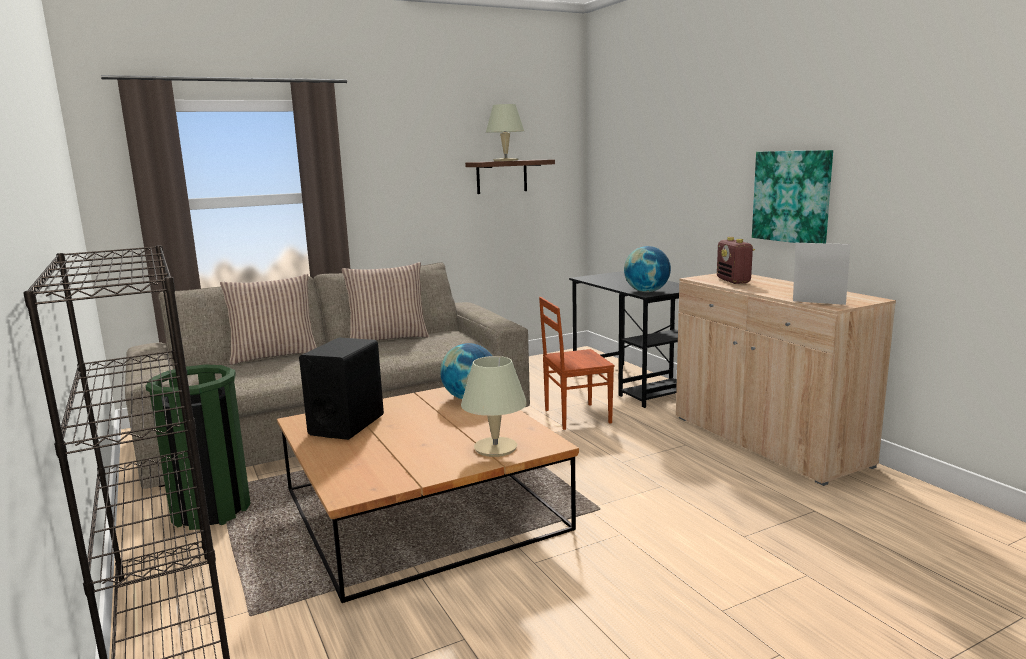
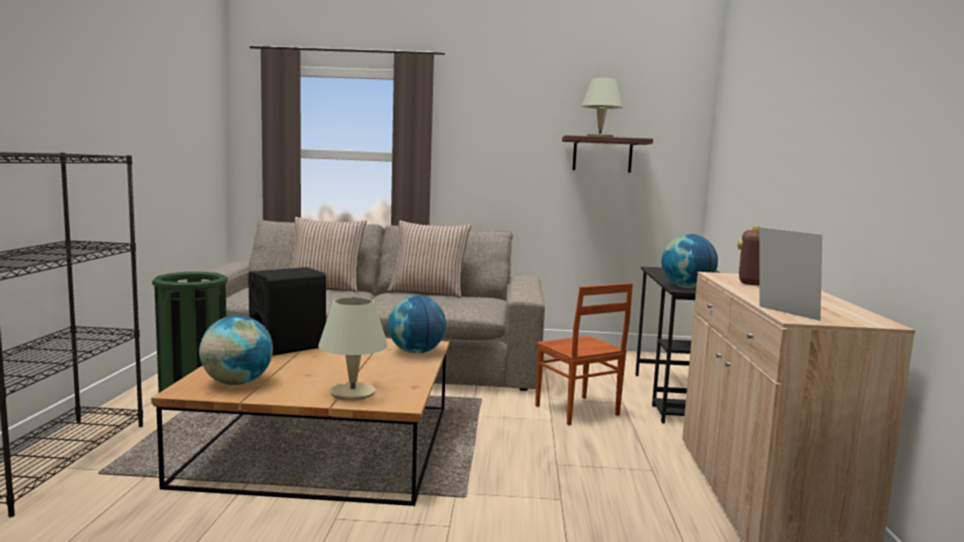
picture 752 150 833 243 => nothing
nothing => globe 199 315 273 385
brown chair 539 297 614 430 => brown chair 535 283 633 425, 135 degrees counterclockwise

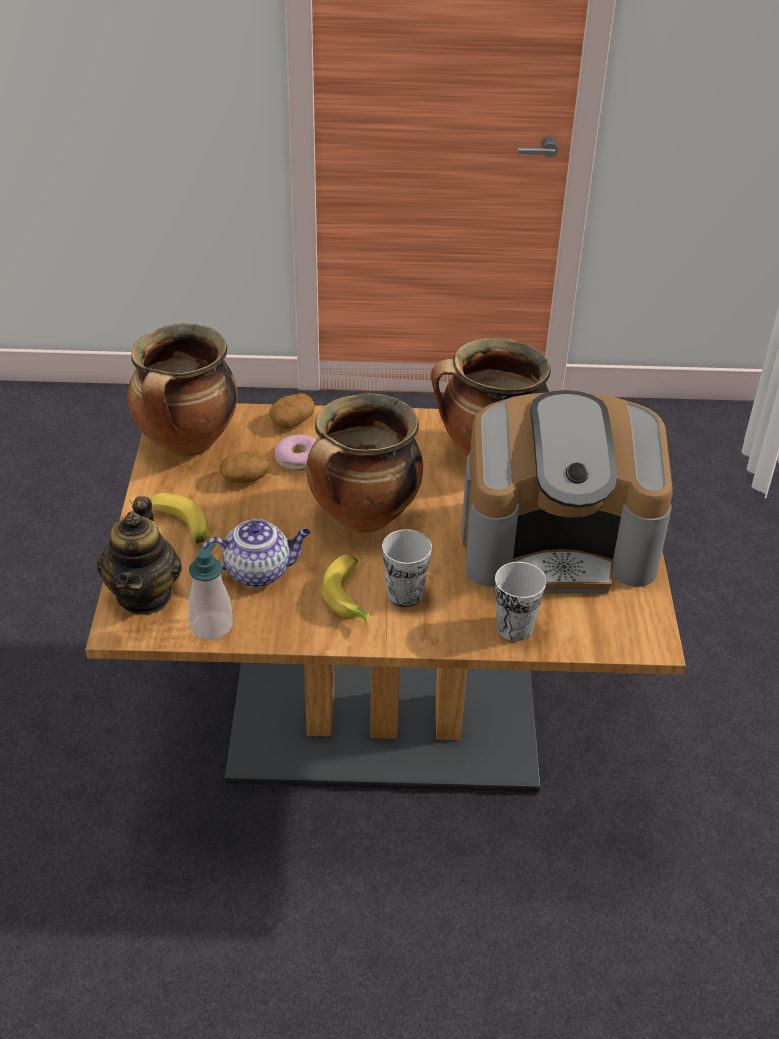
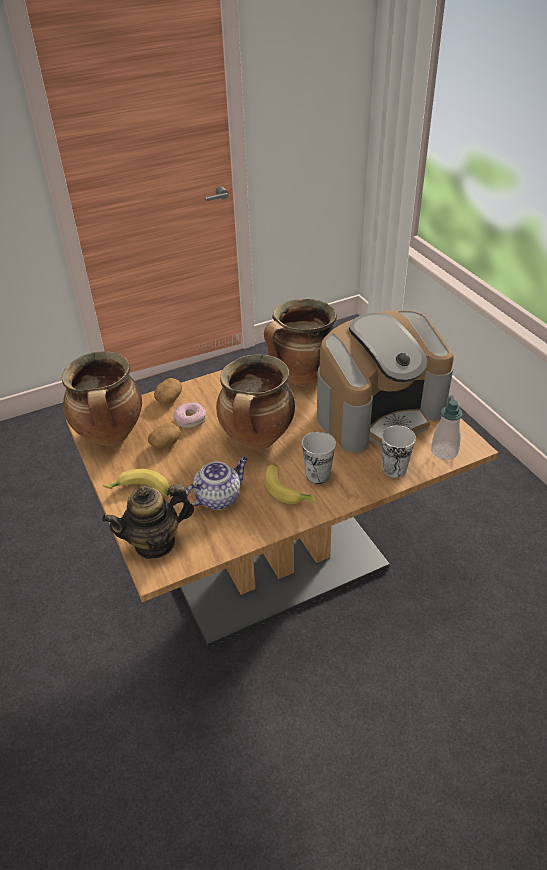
soap dispenser 189 543 233 640 => soap dispenser 431 395 463 460, move
teapot 97 496 182 614 => teapot 102 484 194 559, 90 degrees clockwise

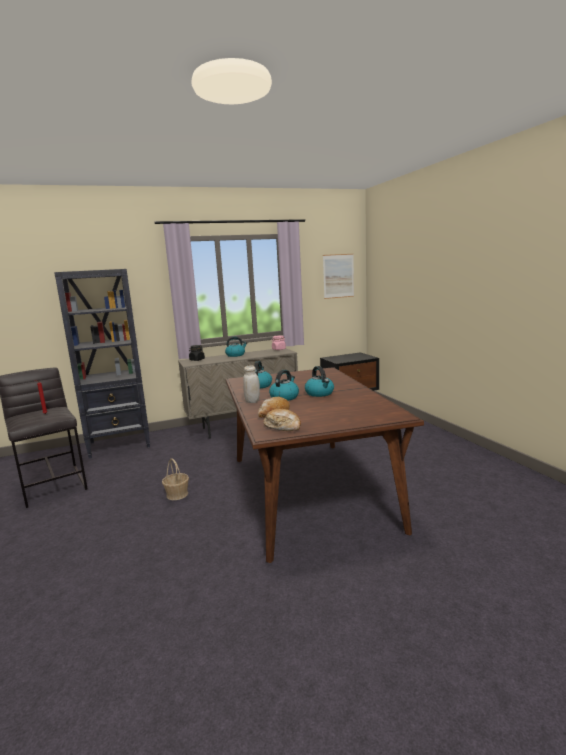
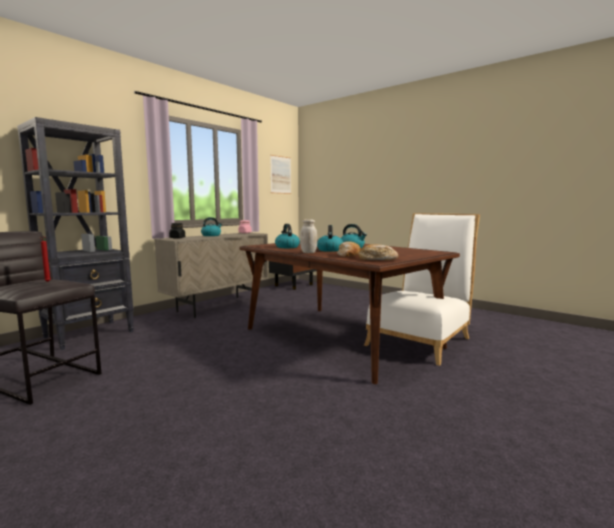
basket 162 458 189 500 => nothing
nothing => white chair 364 213 480 366

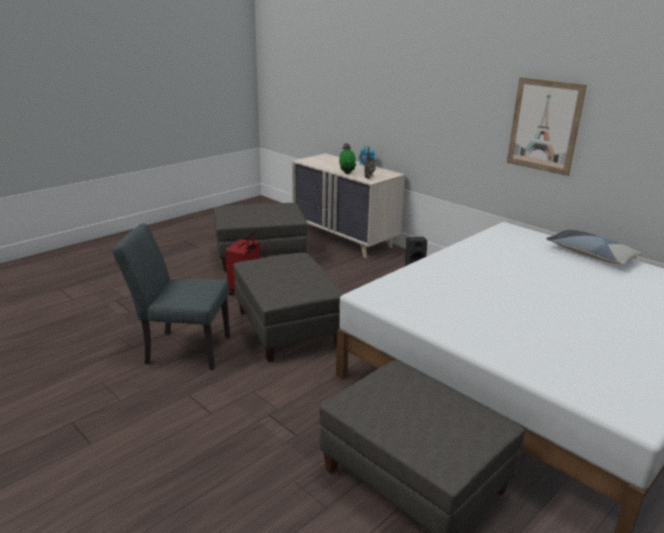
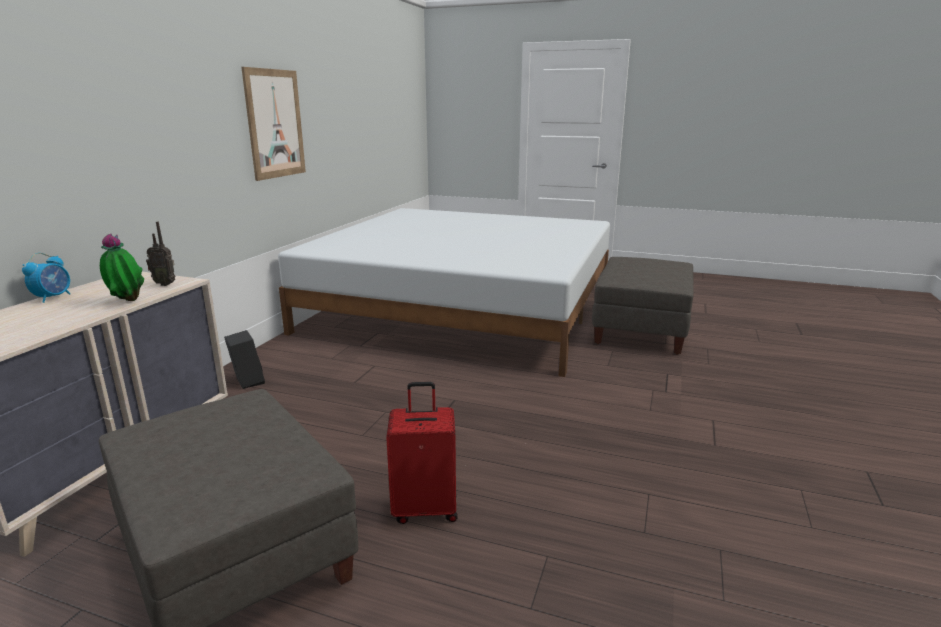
grey chair 112 223 230 370 => nothing
grey ottoman 233 253 345 362 => nothing
pillow 546 230 642 265 => nothing

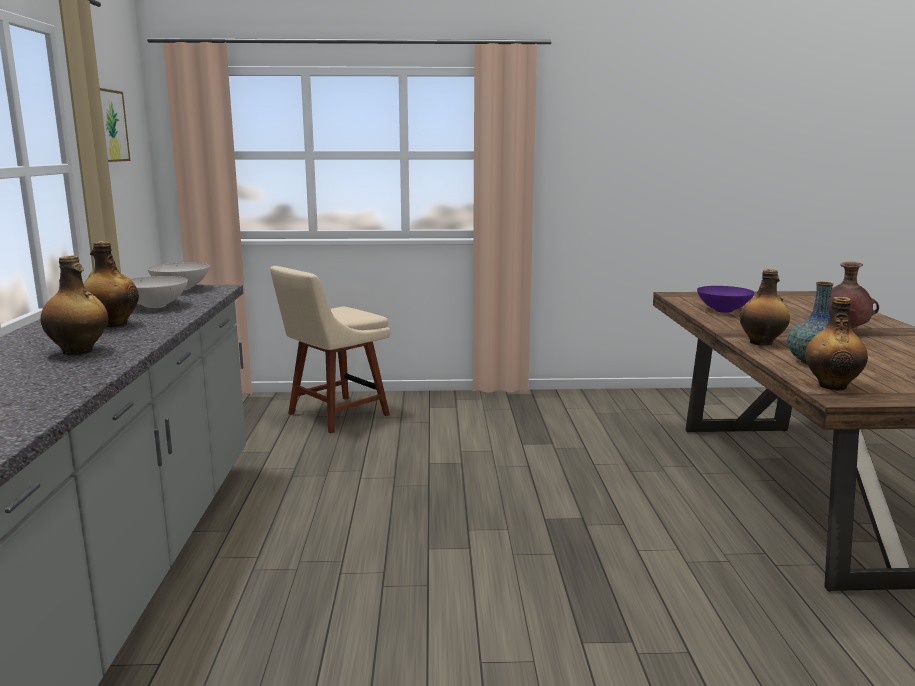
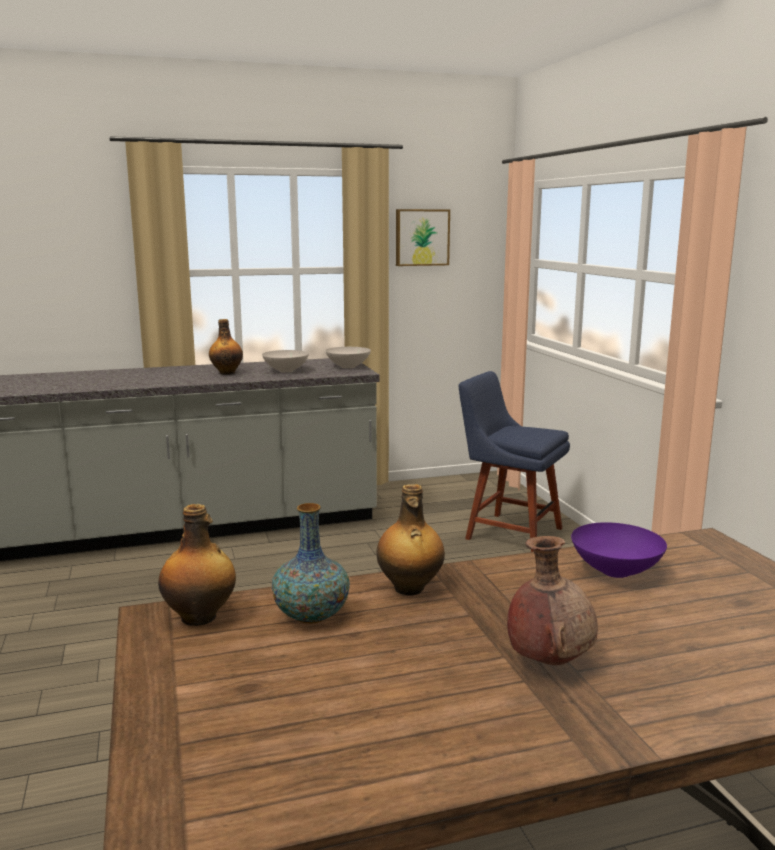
bottle 41 256 108 355 => nothing
beige chair 270 266 391 434 => blue chair 459 371 570 552

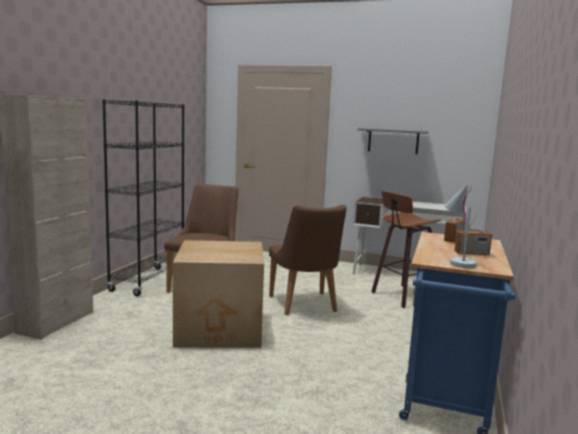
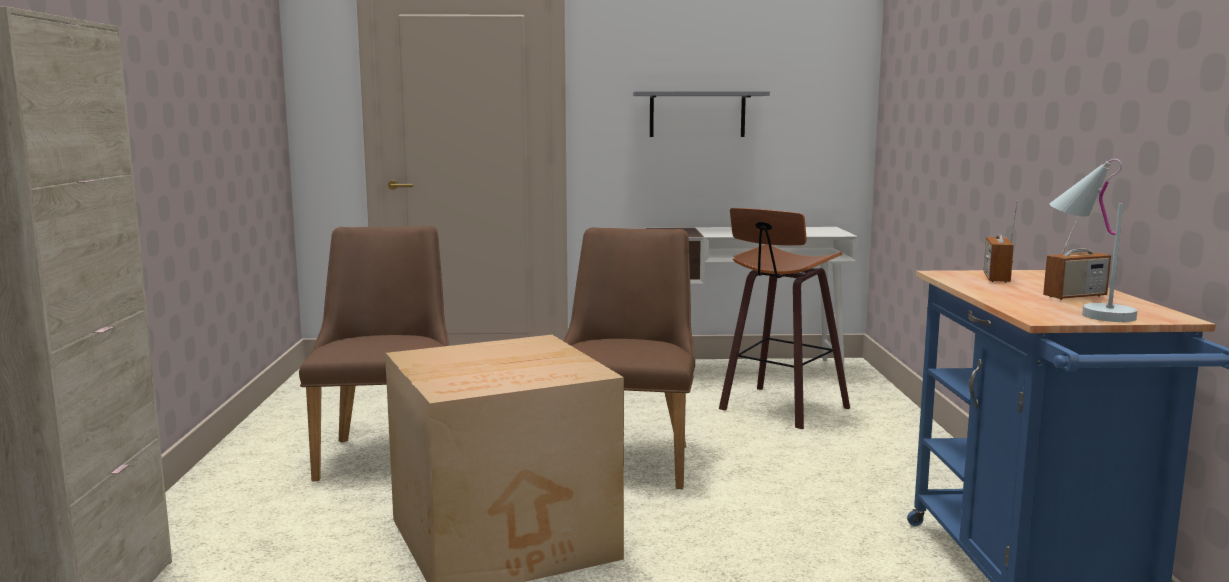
black bookcase 102 99 184 296 => nothing
brown chair 269 205 347 315 => brown chair 564 227 695 489, 135 degrees counterclockwise

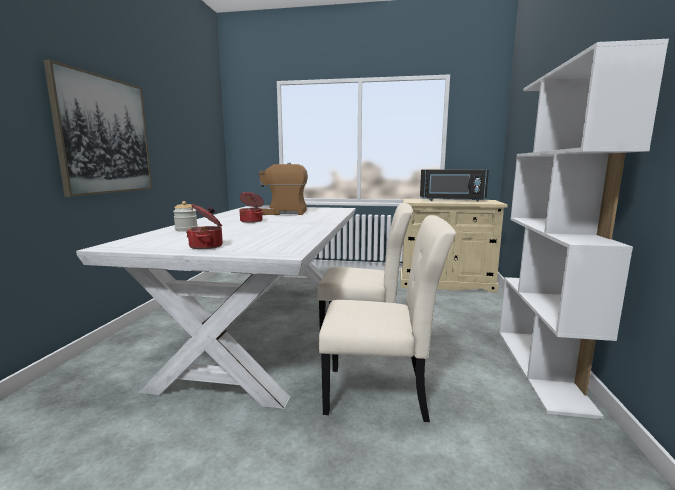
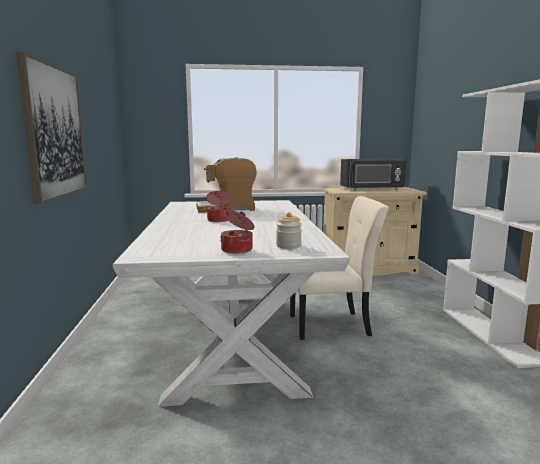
beige chair 319 215 456 422 => nothing
jar 173 201 198 232 => jar 276 212 302 249, move

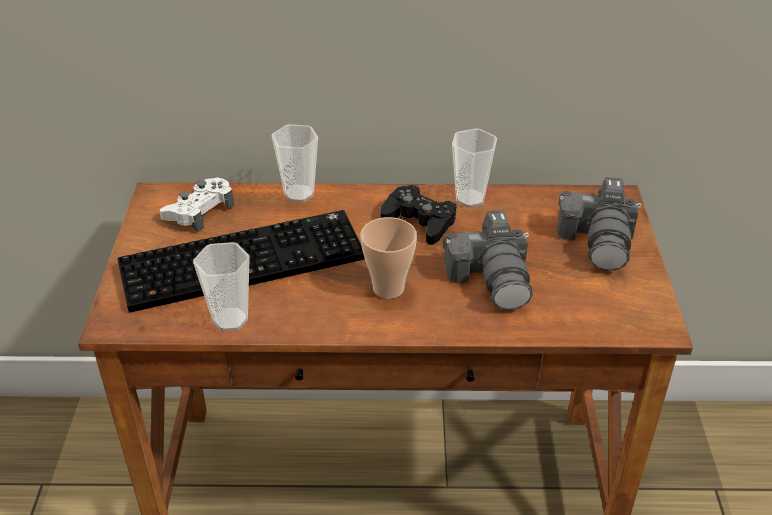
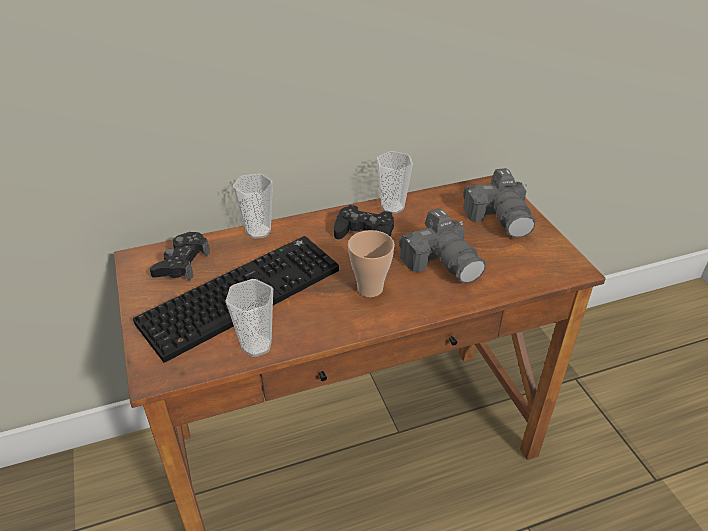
white game controller 159 177 234 232 => black game controller 150 232 210 281

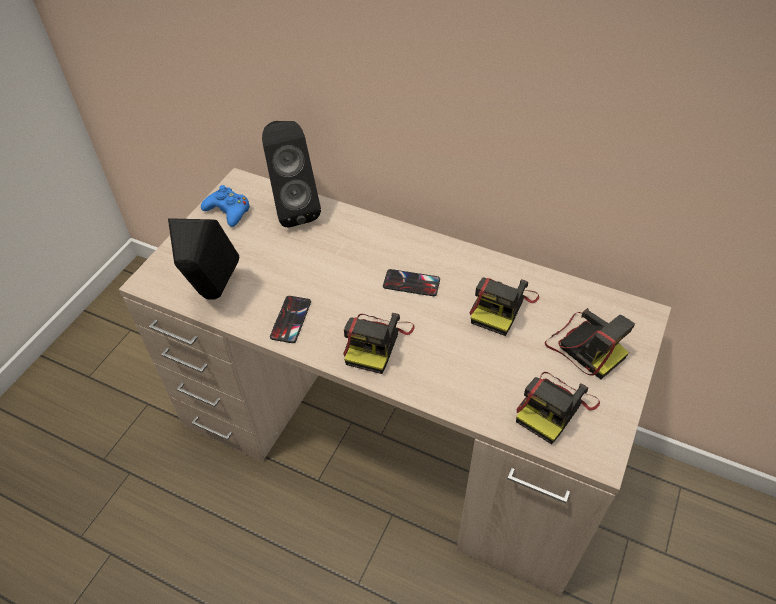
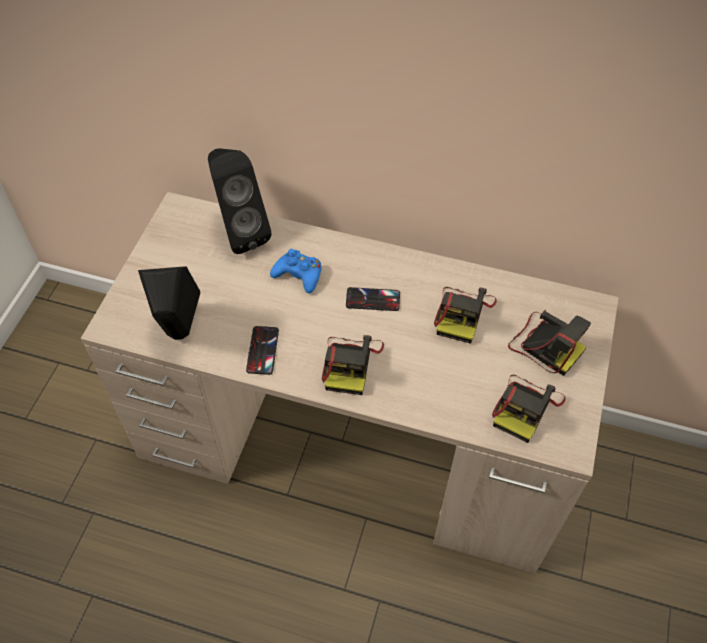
blue game controller 201 185 250 227 => blue game controller 270 249 322 293, move

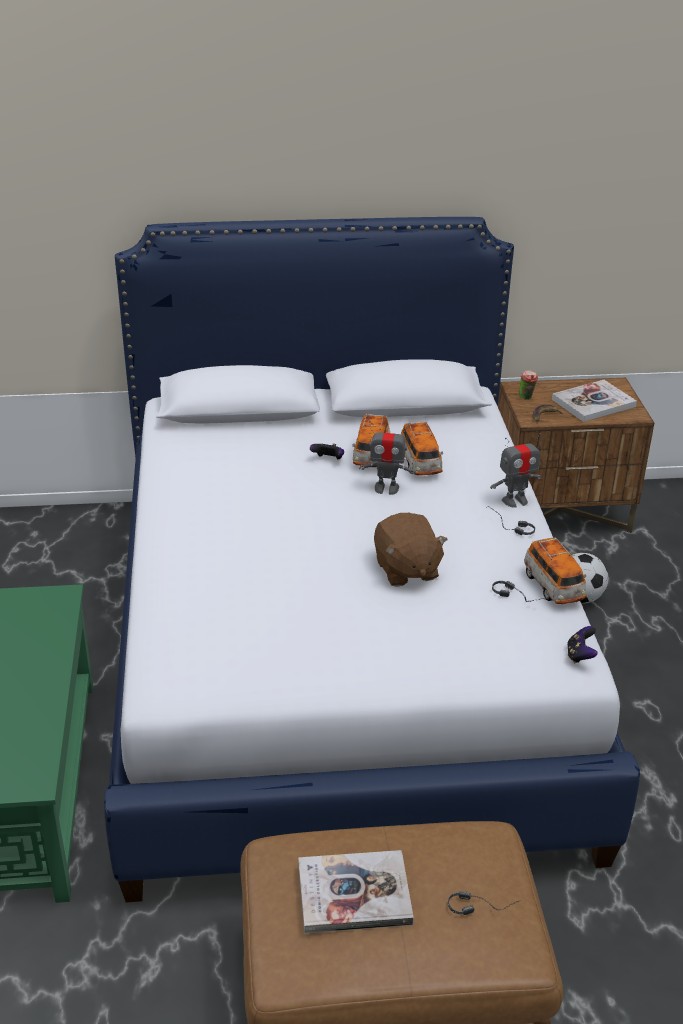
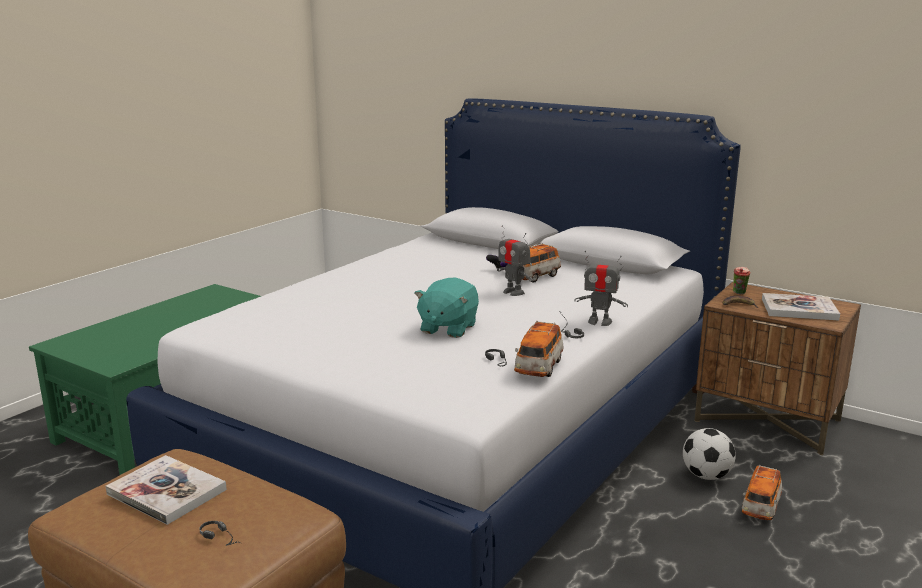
game controller 567 626 597 663 => nothing
toy car 401 421 443 475 => toy car 742 465 782 520, move
brown plush toy 374 513 448 587 => turquoise plush toy 414 277 479 338

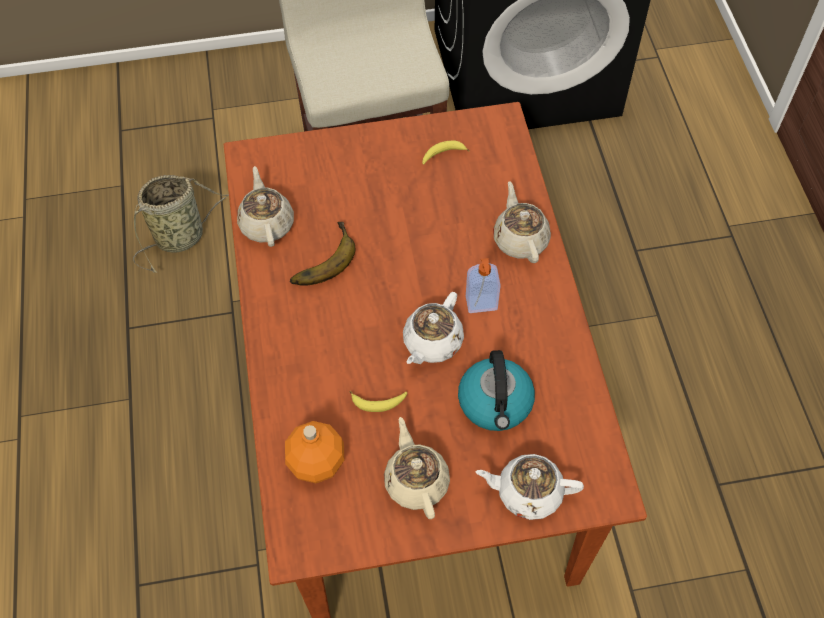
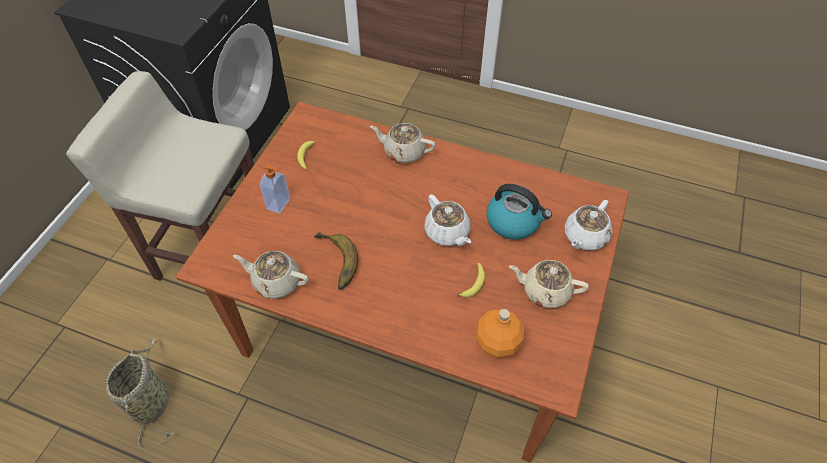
soap dispenser 466 258 501 313 => soap dispenser 260 164 290 214, move

